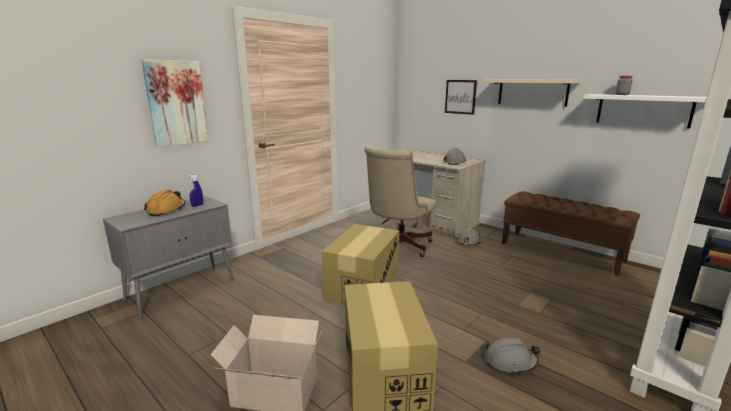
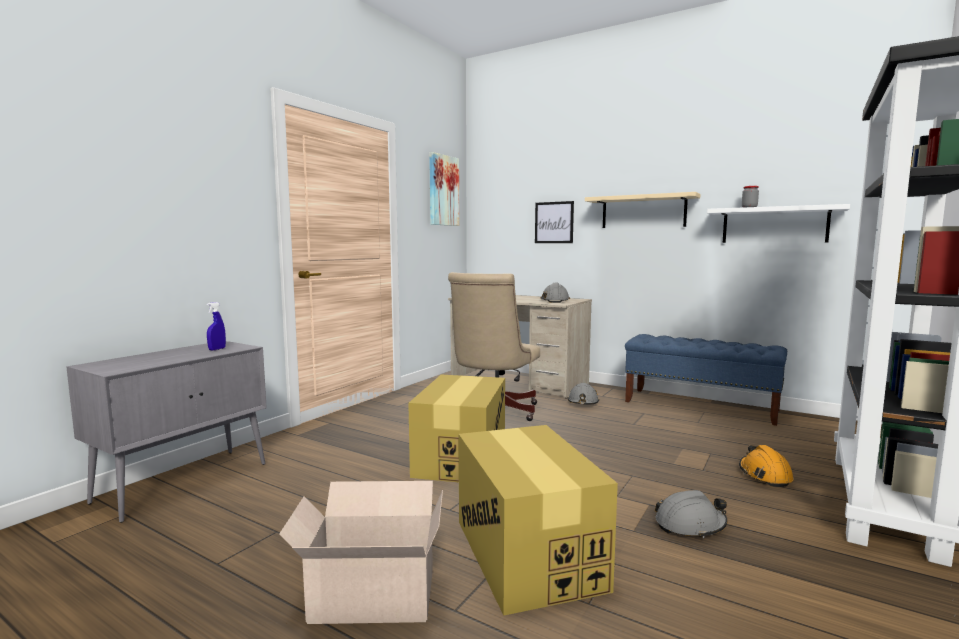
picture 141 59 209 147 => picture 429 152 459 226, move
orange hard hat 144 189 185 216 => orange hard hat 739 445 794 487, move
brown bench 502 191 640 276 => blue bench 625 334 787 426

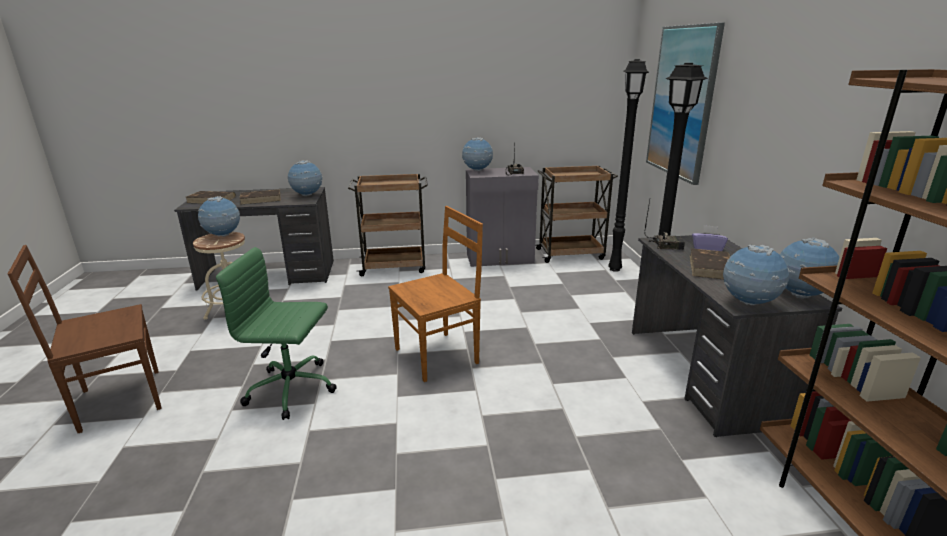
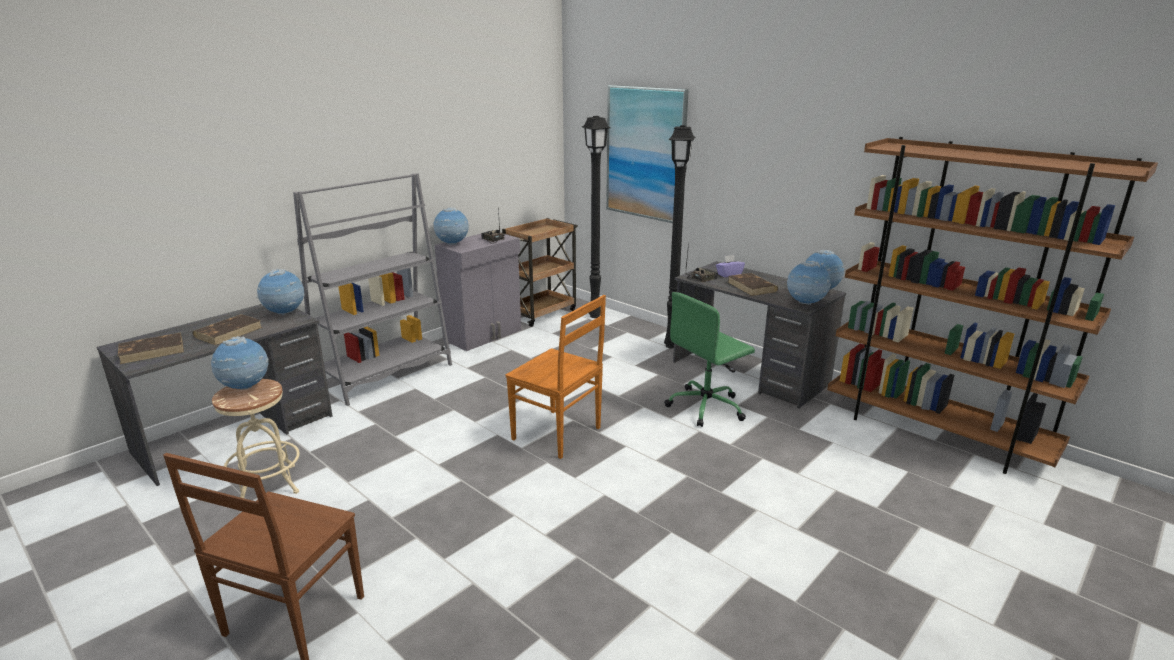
green office chair 216 247 337 420 => green office chair 664 292 755 427, move
brown cart 348 174 428 276 => grey bookcase 293 173 452 406
brown chair 388 206 483 382 => brown chair 506 295 606 459, 105 degrees clockwise

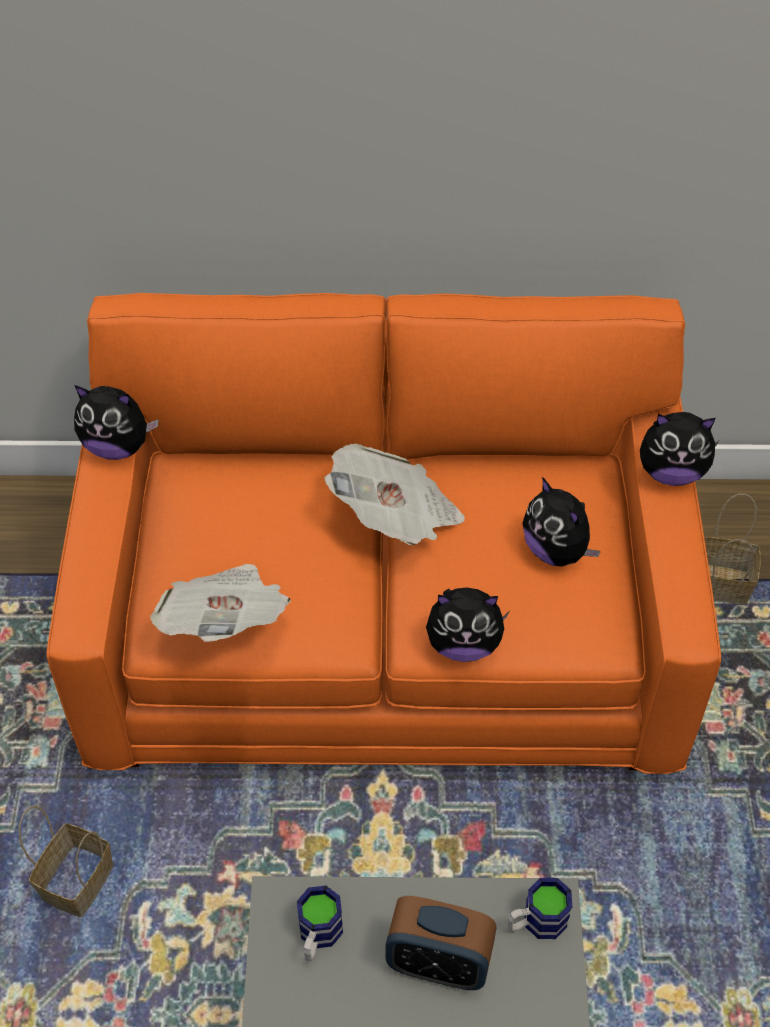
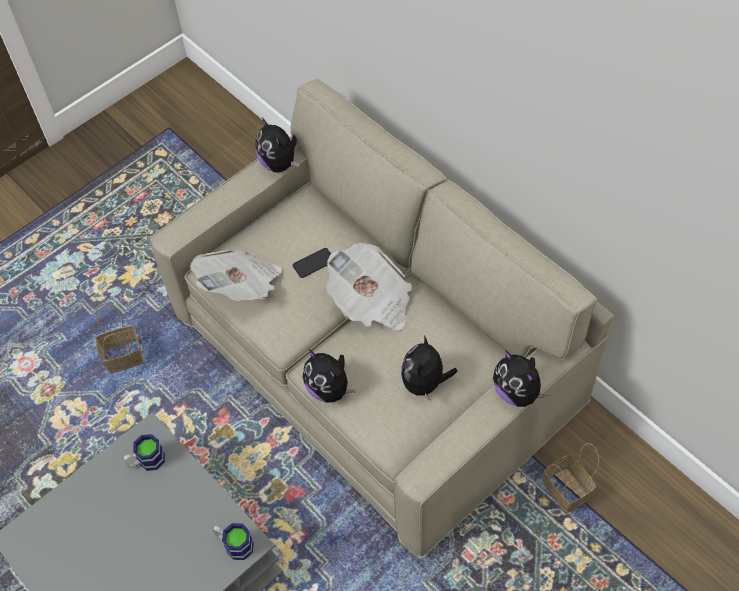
alarm clock 386 896 497 990 => nothing
nothing => phone 293 248 331 278
orange sofa 46 293 721 774 => beige sofa 150 78 614 559

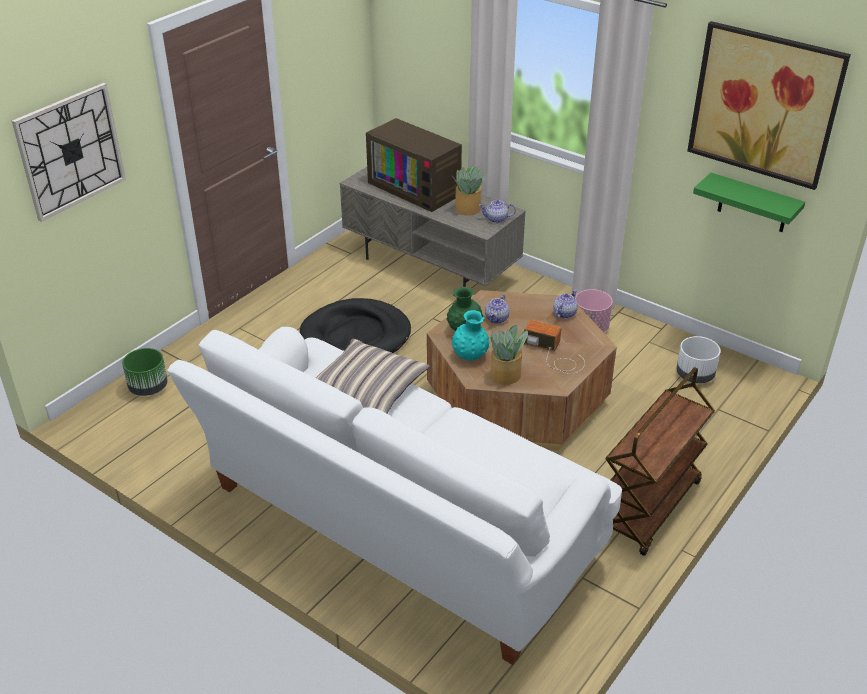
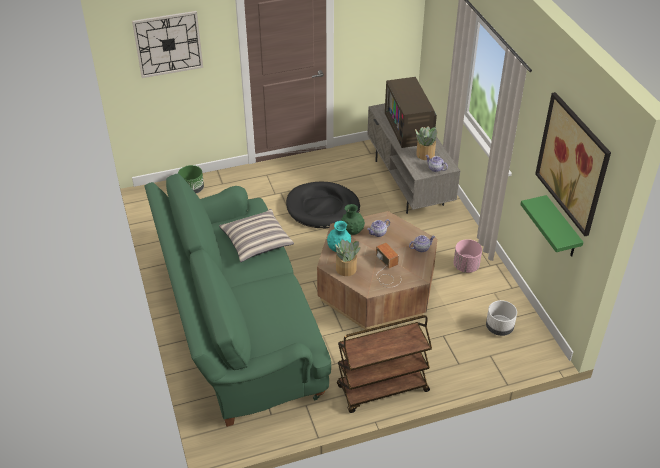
white sofa 167 327 622 665 => green sofa 144 173 331 427

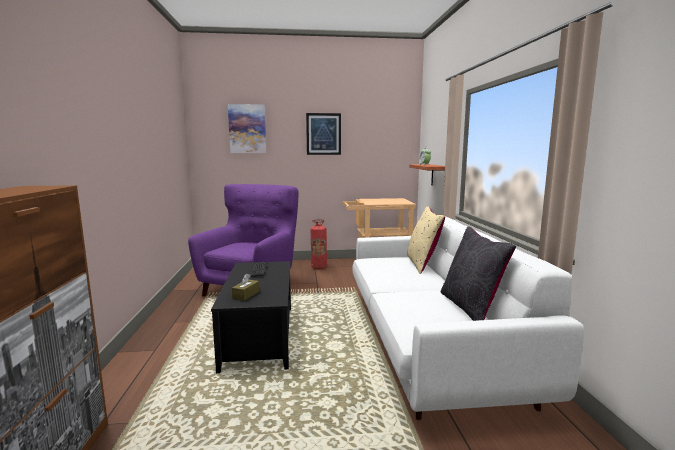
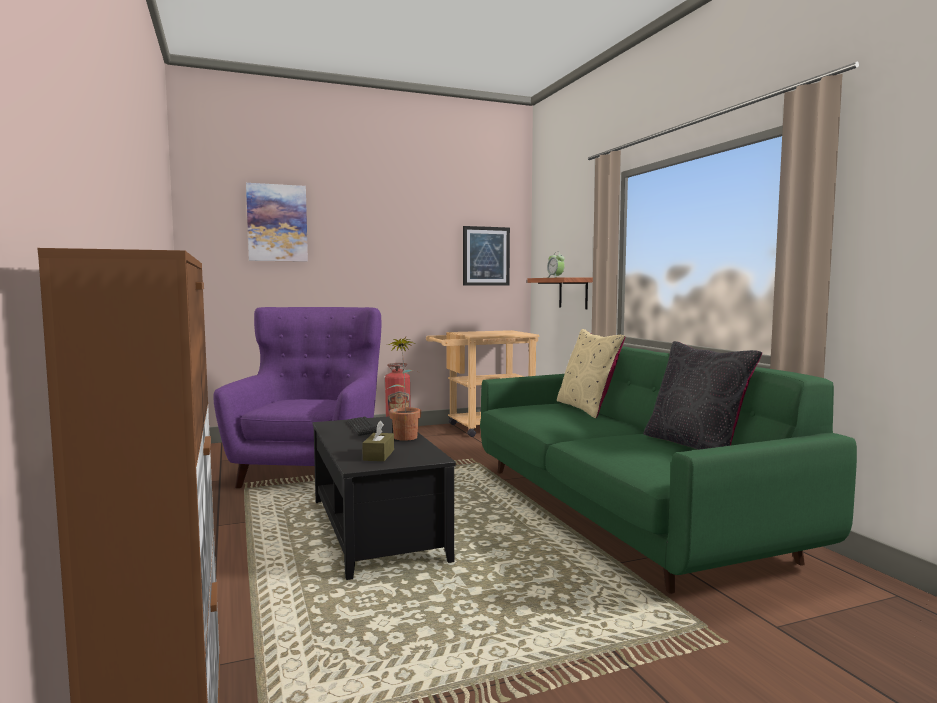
nothing => potted plant 387 337 421 441
picture 306 113 341 155 => picture 463 226 510 286, move
white sofa 352 216 584 420 => green sofa 480 346 857 594

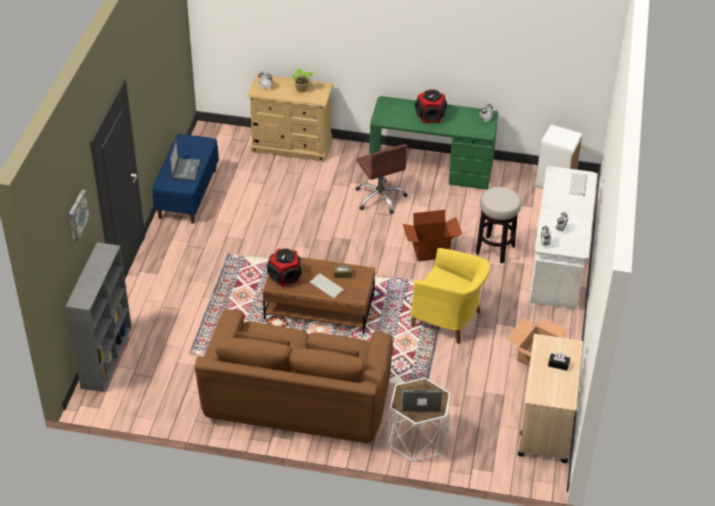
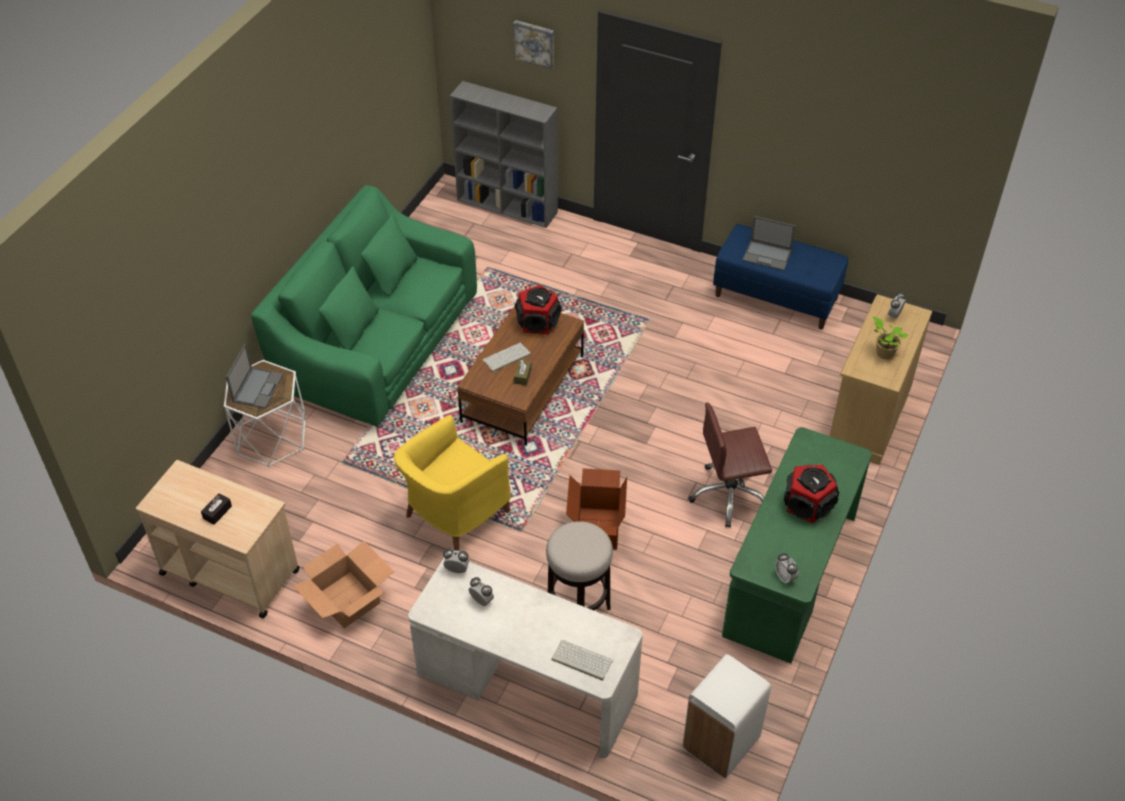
brown sofa 195 309 393 444 => green sofa 251 185 477 427

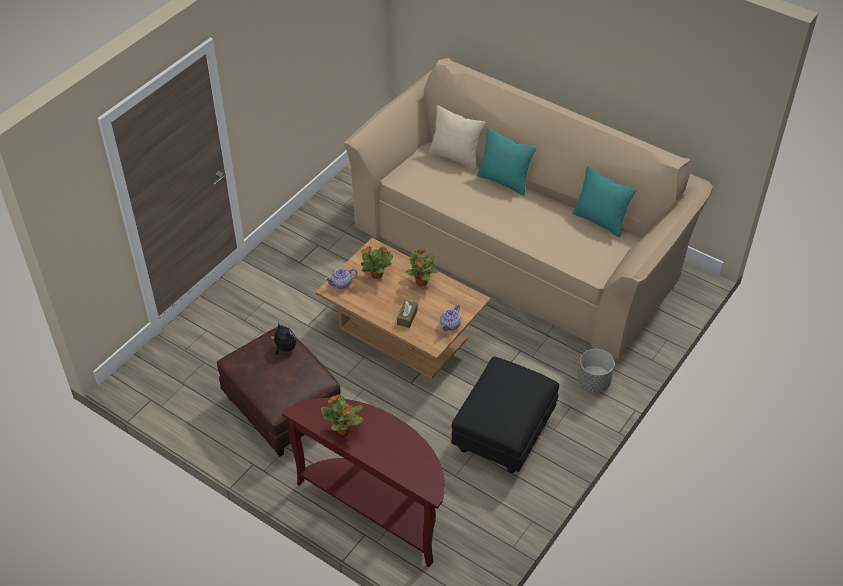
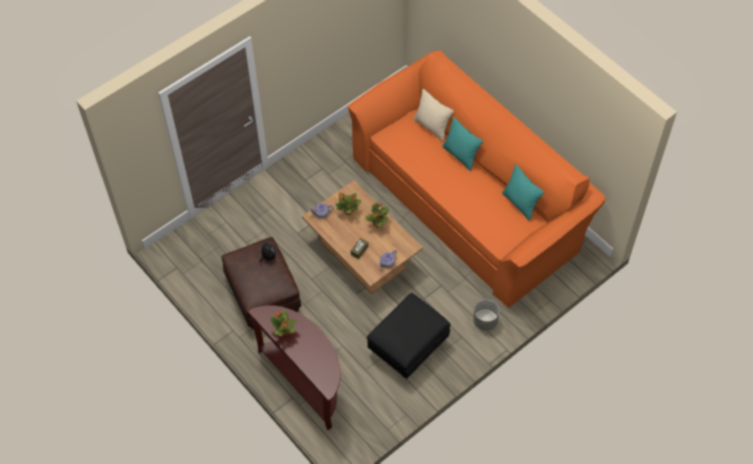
beige sofa 344 58 713 359 => orange sofa 347 50 606 308

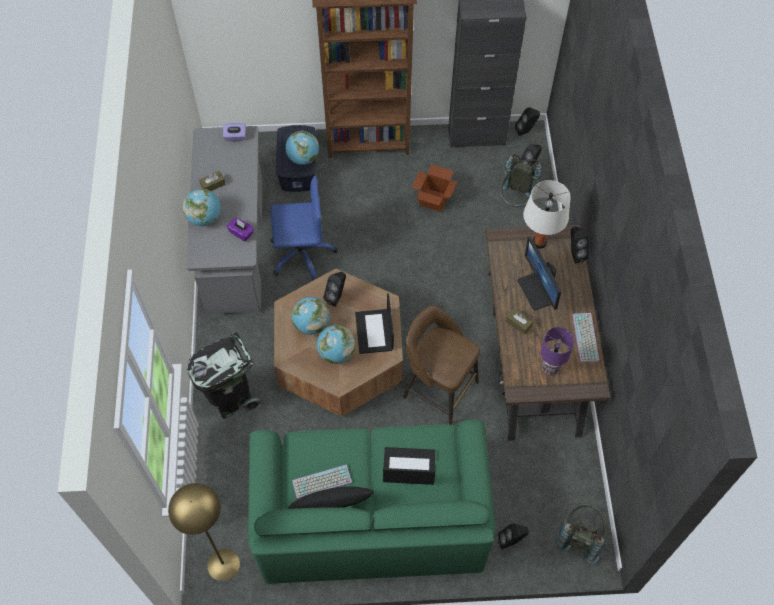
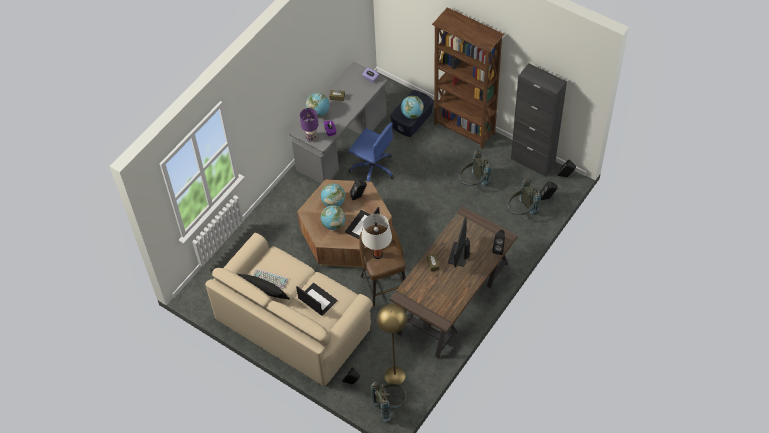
black trash can 187 331 261 419 => nothing
keyboard 572 313 599 363 => nothing
yellow floor lamp 168 483 240 581 => yellow floor lamp 377 304 408 385, move
white table lamp 523 180 571 249 => white table lamp 361 214 392 259, move
purple table lamp 541 327 574 375 => purple table lamp 300 108 318 142, move
cardboard box 412 164 458 212 => grey backpack 459 150 492 186
green sofa 248 420 495 584 => beige sofa 205 233 373 386

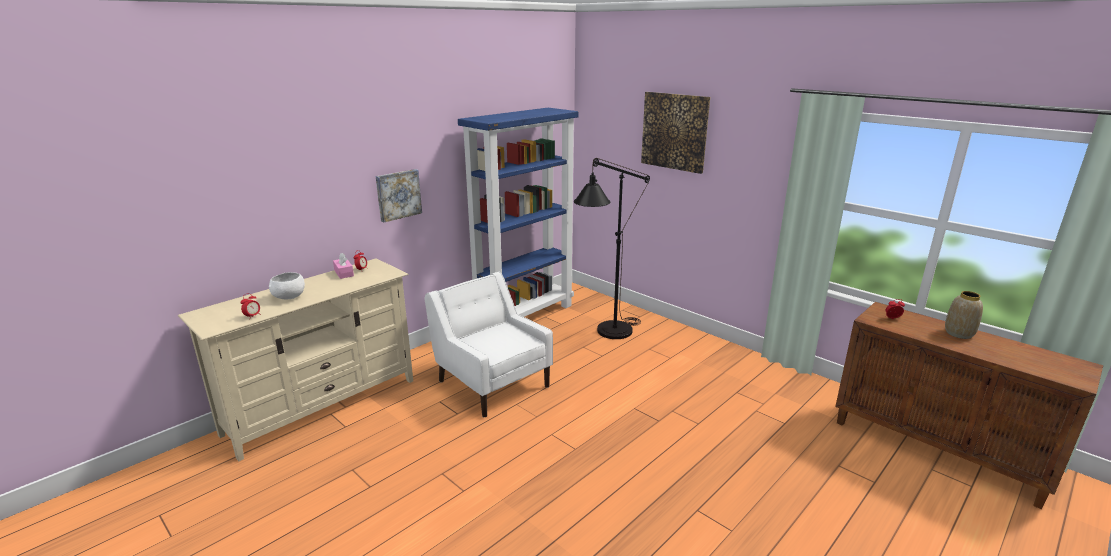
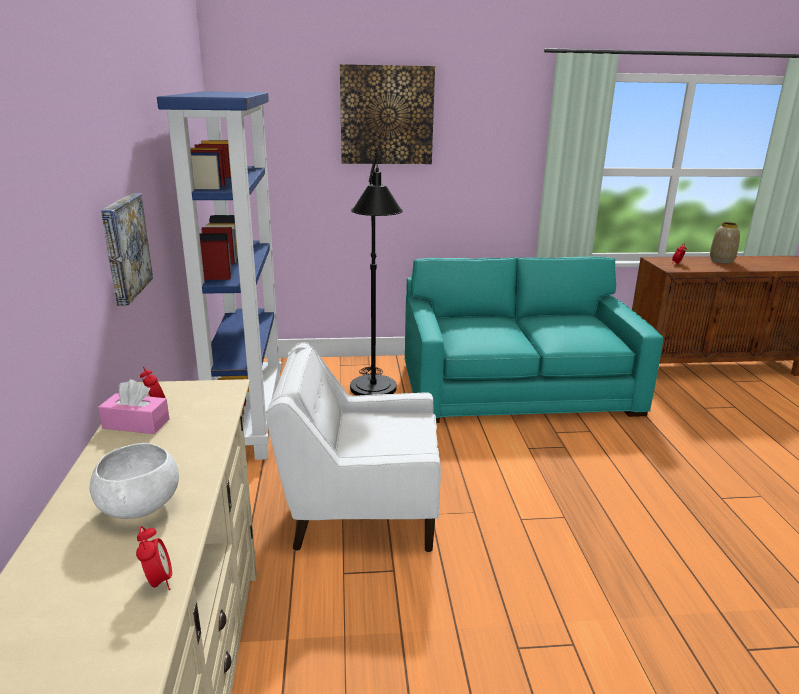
nothing => turquoise sofa 404 256 663 423

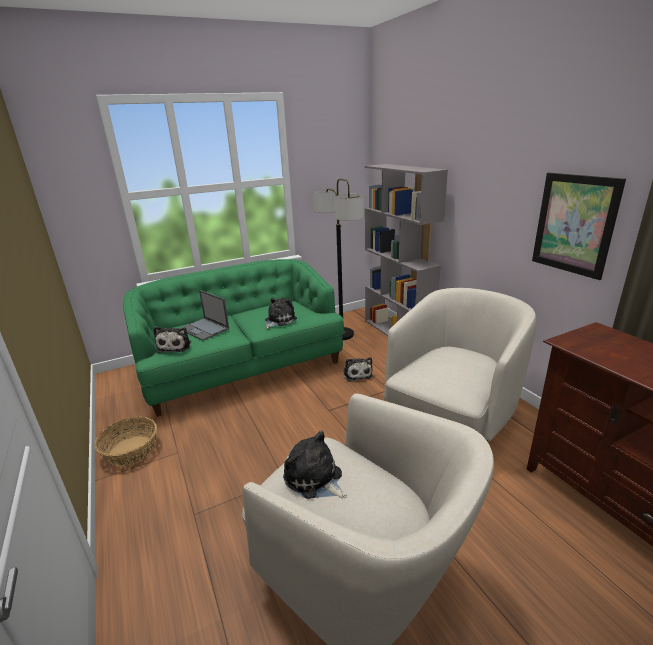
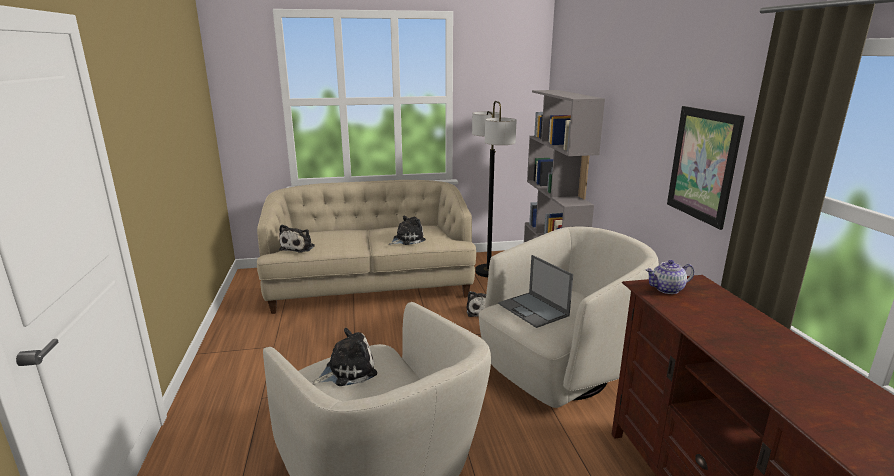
basket 94 417 157 466 => nothing
nothing => teapot 646 260 694 294
laptop 179 290 229 341 => laptop 498 255 573 328, move
green sofa 123 259 344 417 => beige sofa 257 180 476 314
plush toy 283 431 347 499 => plush toy 312 328 377 386, 90 degrees clockwise

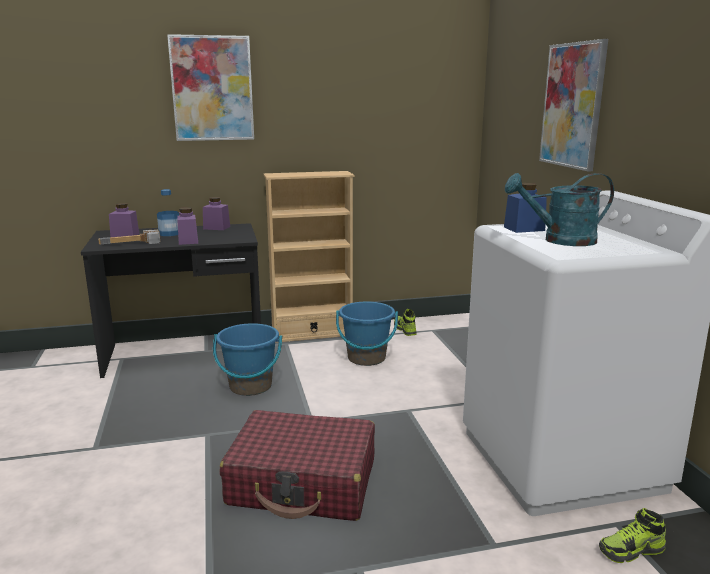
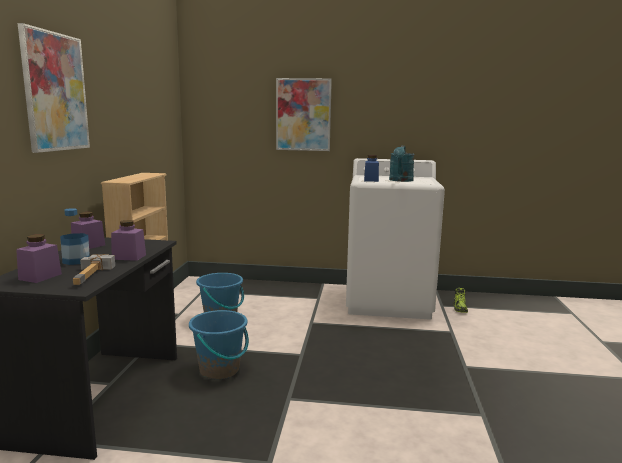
red suitcase 220 410 375 521 => nothing
shoe 394 309 417 336 => nothing

